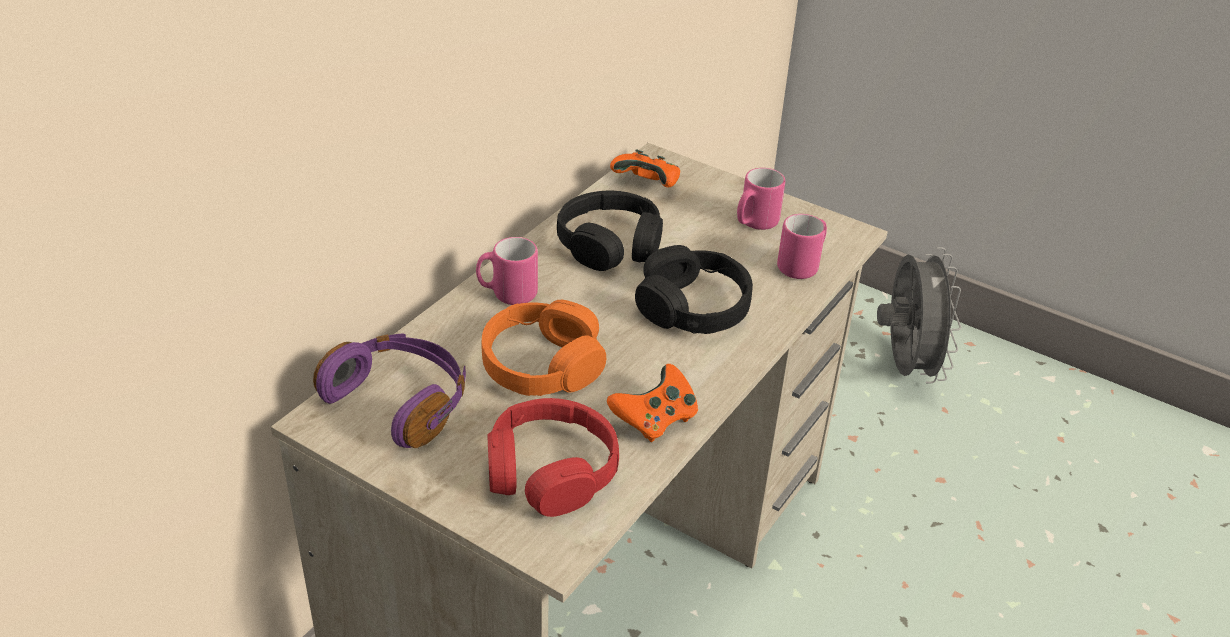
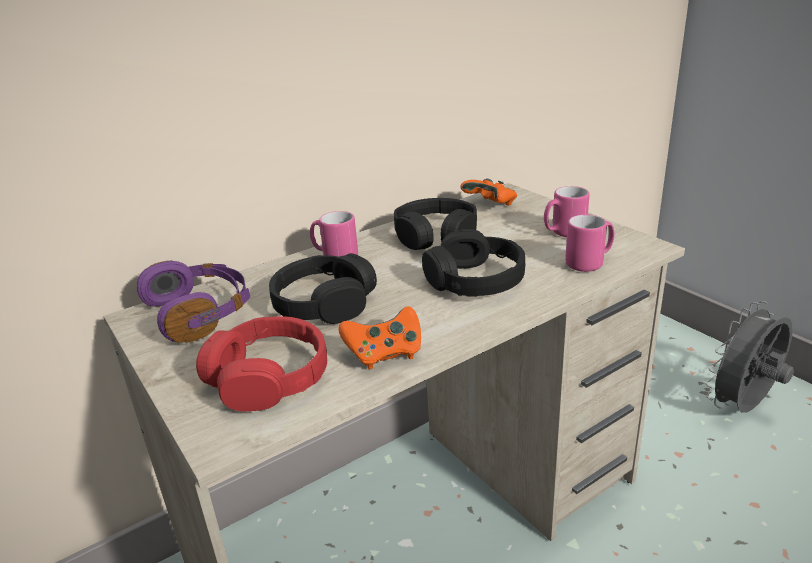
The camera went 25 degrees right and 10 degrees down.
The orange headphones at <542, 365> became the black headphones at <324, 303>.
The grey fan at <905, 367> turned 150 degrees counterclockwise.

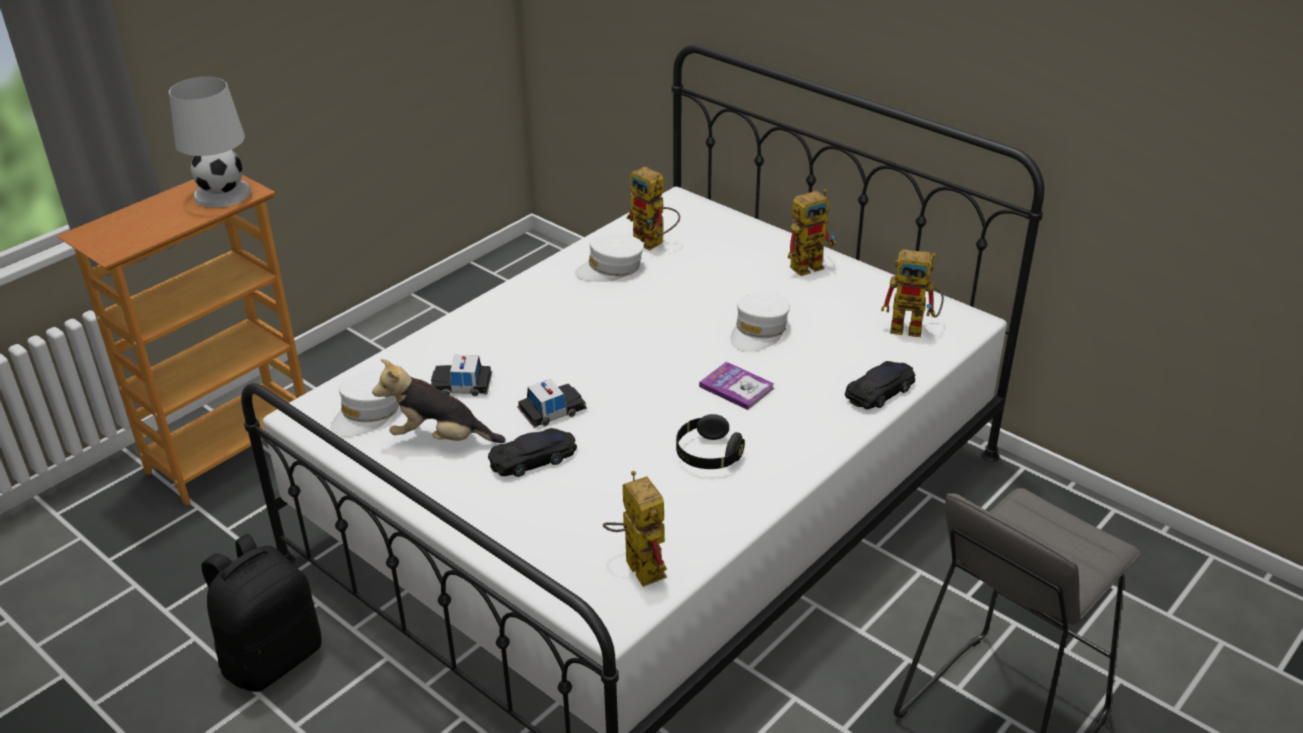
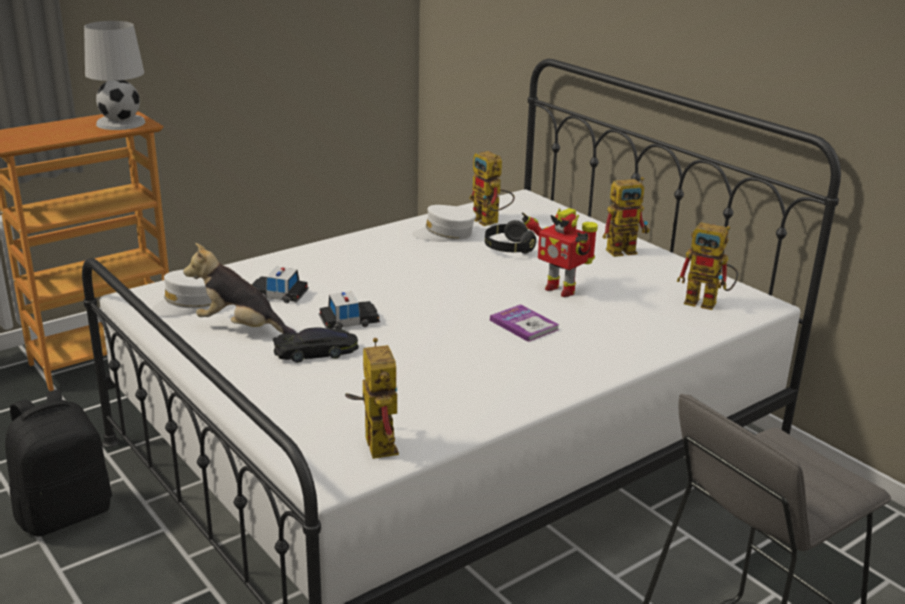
The camera went 10 degrees right and 10 degrees down.
The black headphones moved from <708, 455> to <508, 248>.
The white cap at <759, 331> was replaced by the toy robot at <560, 289>.
The black toy car at <880, 390> disappeared.

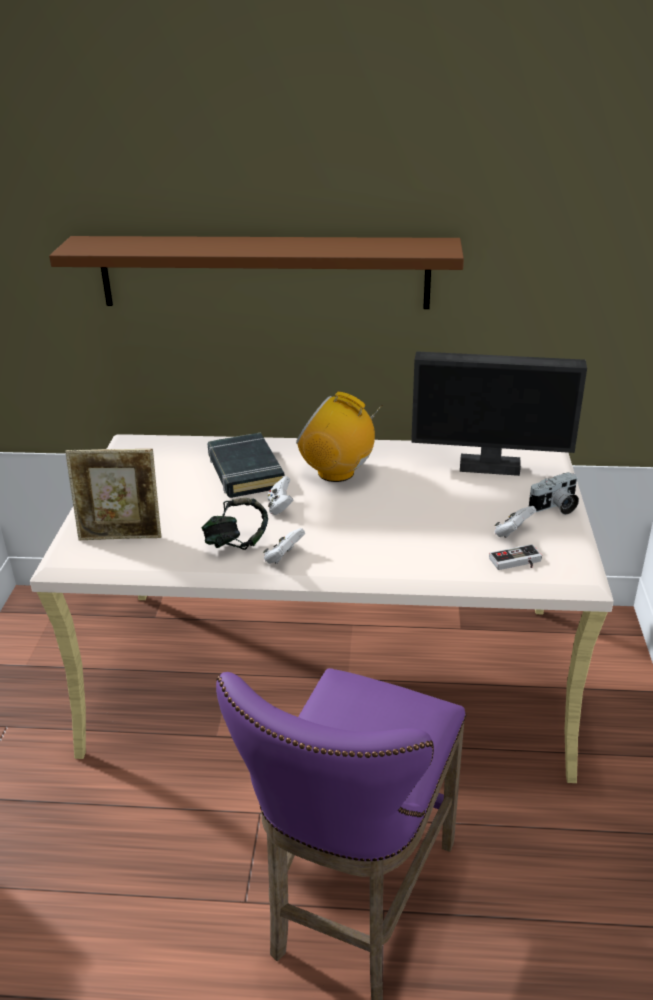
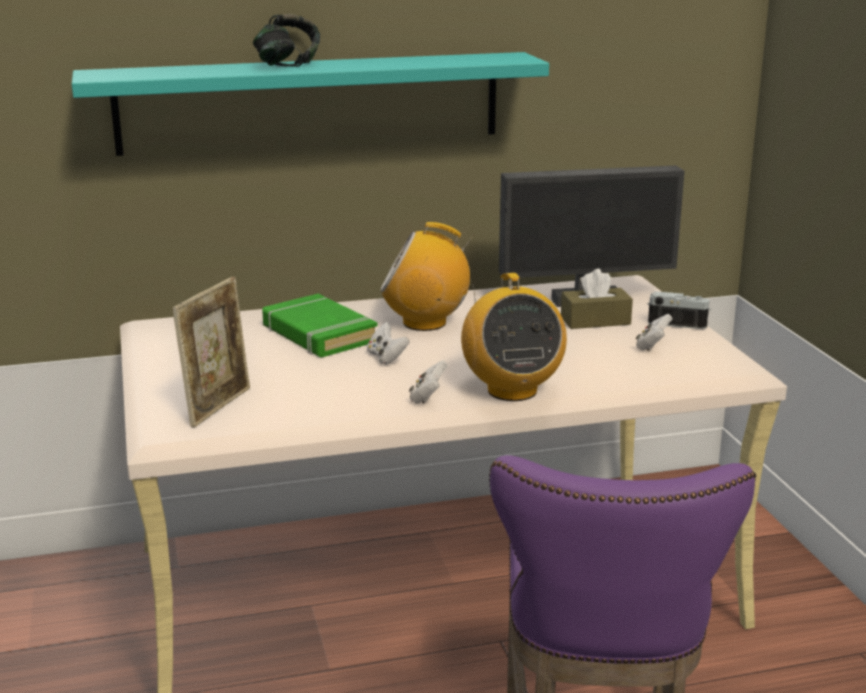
The camera went 20 degrees left and 10 degrees down.
The brown shelf at <264, 272> became the turquoise shelf at <310, 102>.
The picture frame at <121, 536> turned 45 degrees counterclockwise.
The headphones moved from <236, 543> to <287, 65>.
The black book at <245, 471> became the green book at <318, 334>.
The radio at <511, 390> appeared.
The brown tissue box at <595, 321> appeared.
The photo camera at <555, 507> turned 120 degrees counterclockwise.
The game controller at <517, 563> disappeared.

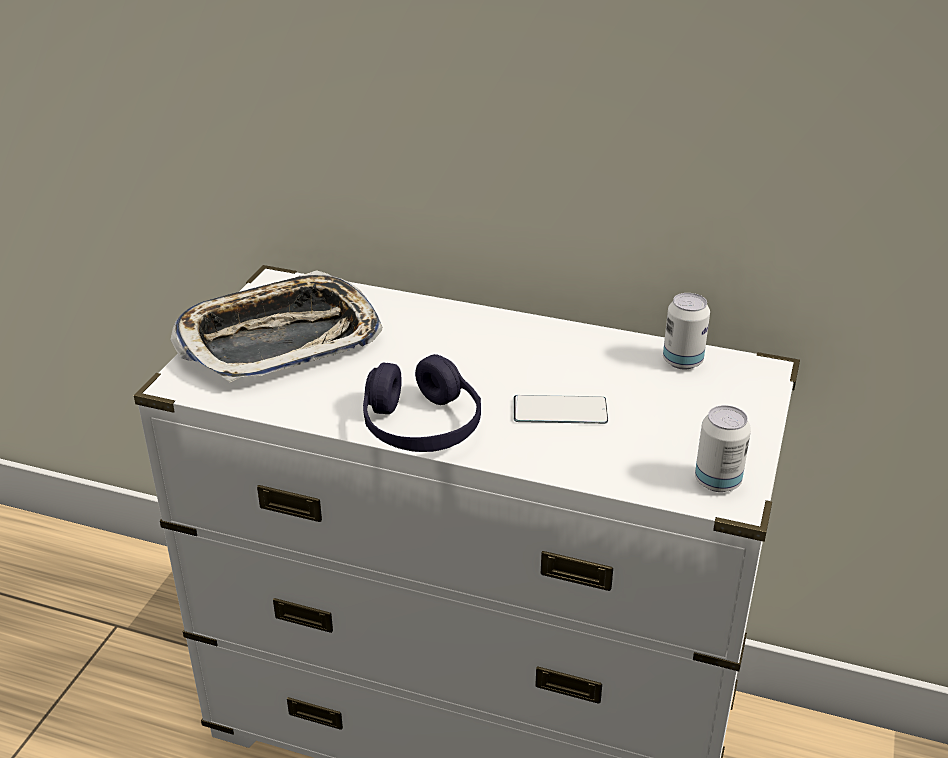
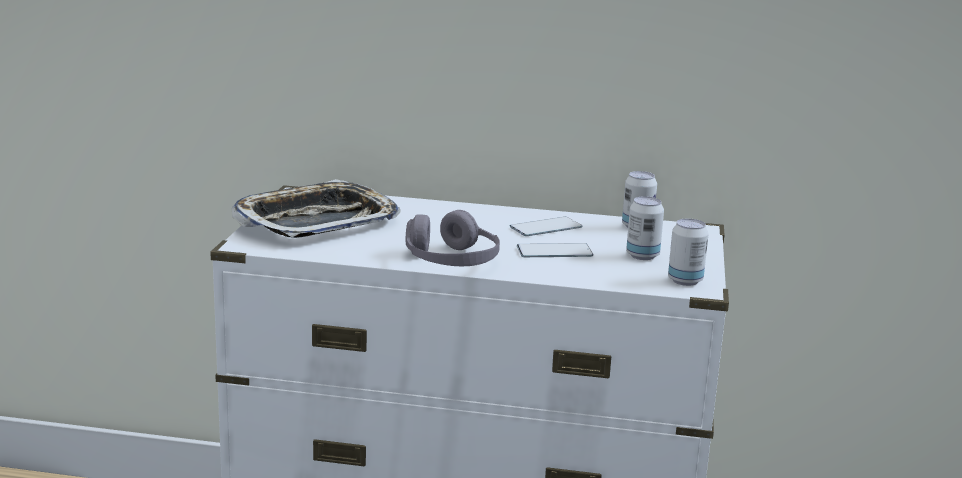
The camera went 10 degrees left and 15 degrees down.
The purple headphones at <421, 426> became the grey headphones at <451, 261>.
The phone at <546, 227> appeared.
The can at <642, 256> appeared.

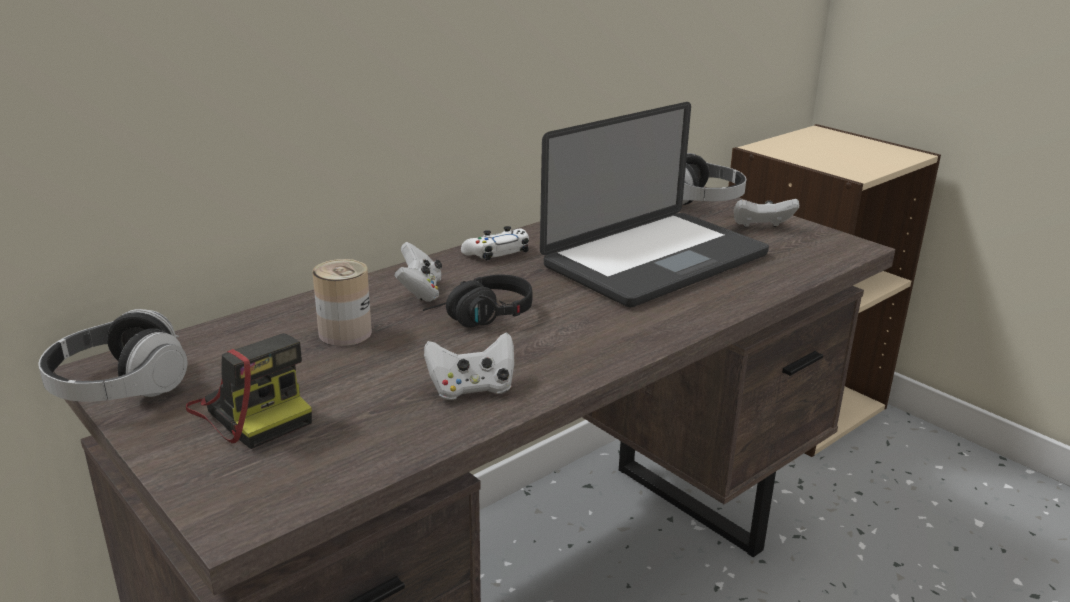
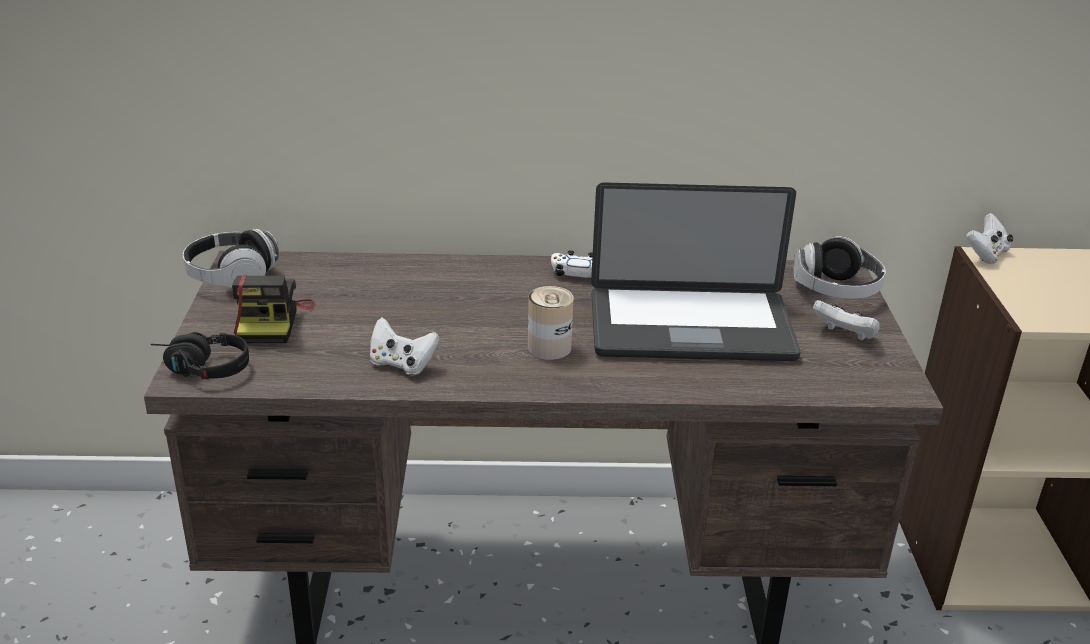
The camera went 40 degrees right and 5 degrees up.
The black headphones moved from <480, 318> to <199, 369>.
The can moved from <345, 333> to <549, 347>.
The white game controller moved from <420, 292> to <986, 255>.

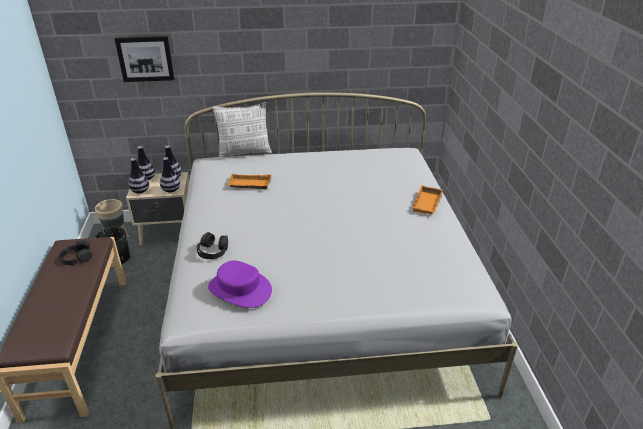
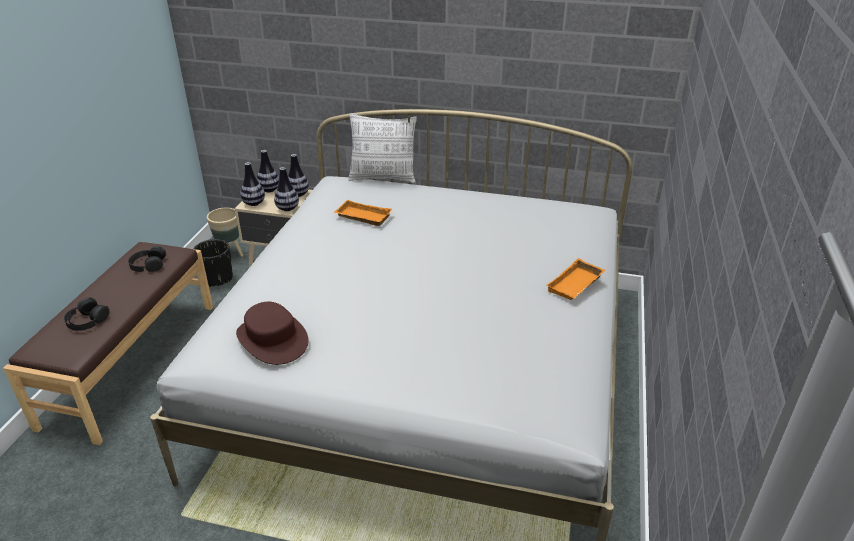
The camera went 20 degrees right and 0 degrees up.
The black headphones moved from <213, 251> to <87, 320>.
The purple hat at <239, 289> became the brown hat at <272, 339>.
The picture at <145, 58> disappeared.

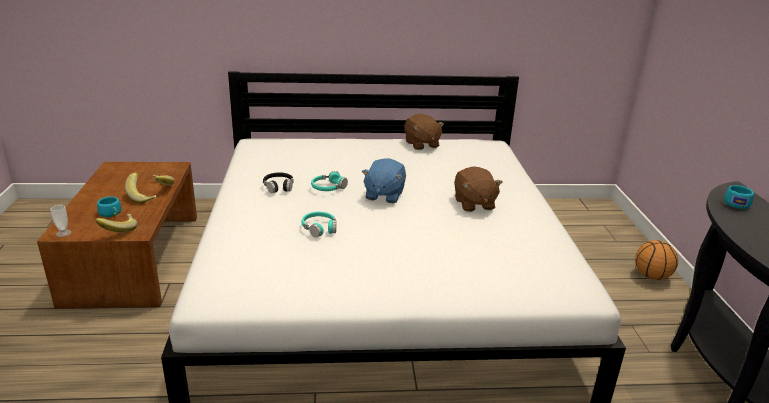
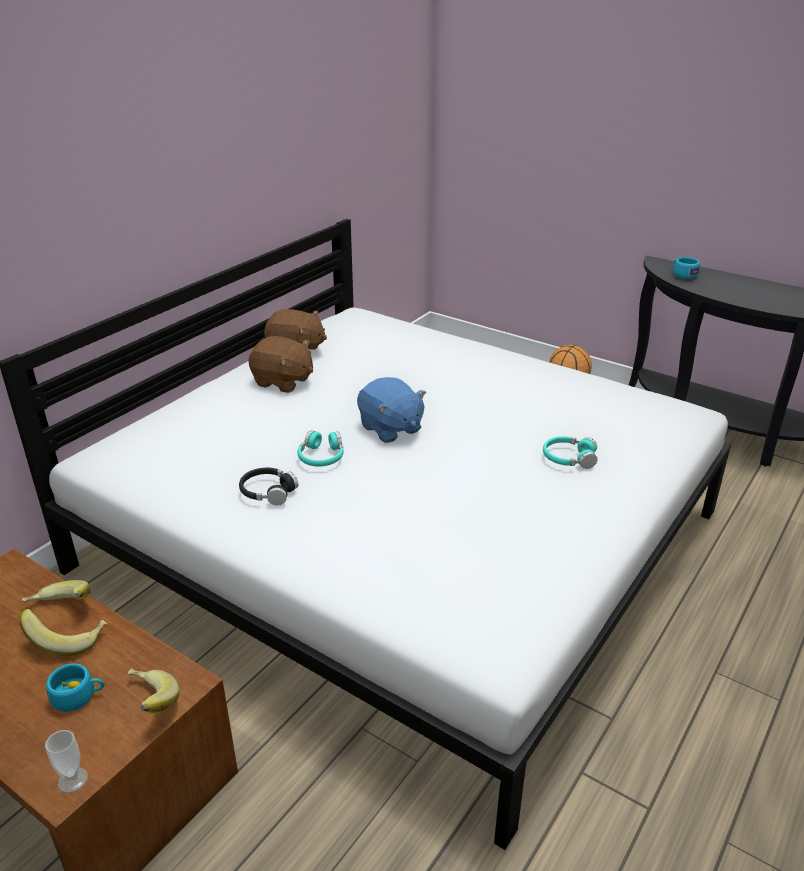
The camera went 50 degrees left and 5 degrees up.
The brown plush toy moved from <474, 204> to <283, 382>.
The turquoise headphones moved from <319, 228> to <568, 458>.

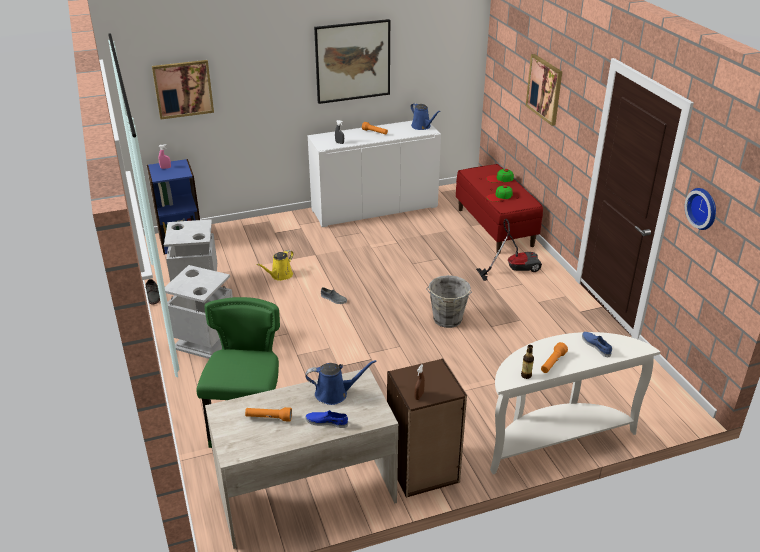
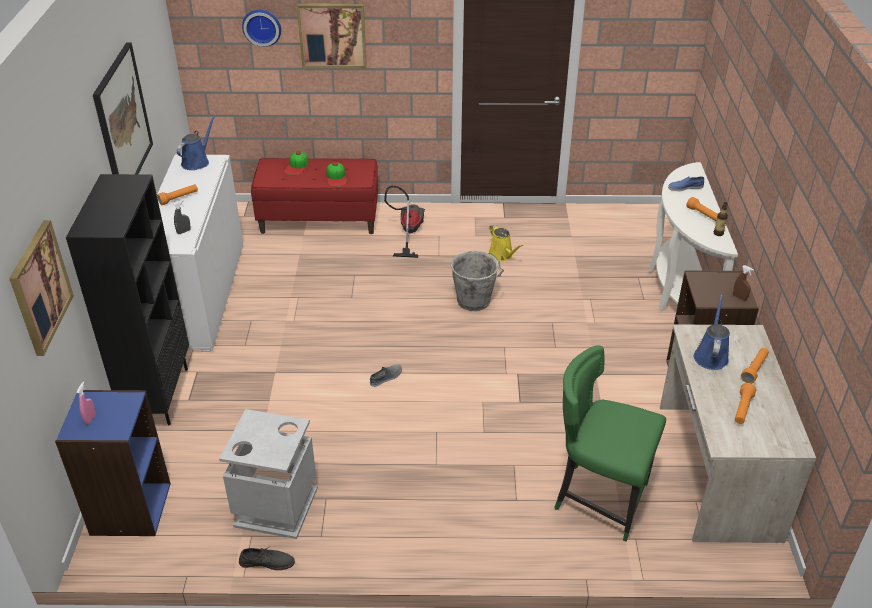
The camera went 70 degrees left and 5 degrees up.
The black bookcase at <158, 395> appeared.
The blue watering can at <422, 126> turned 45 degrees counterclockwise.
The wall clock moved from <703, 208> to <262, 26>.
The yellow watering can moved from <280, 276> to <502, 255>.
The blue shoe at <327, 422> was replaced by the orange flashlight at <754, 369>.
The grey trash can at <205, 340> disappeared.

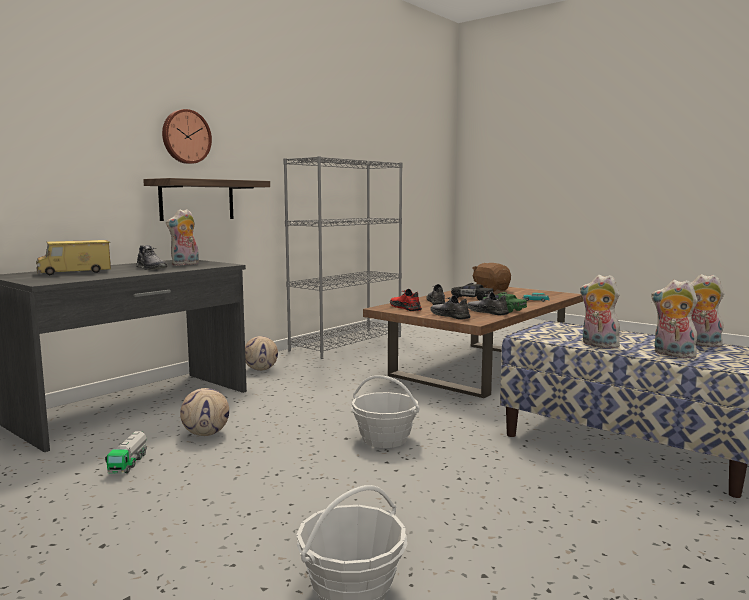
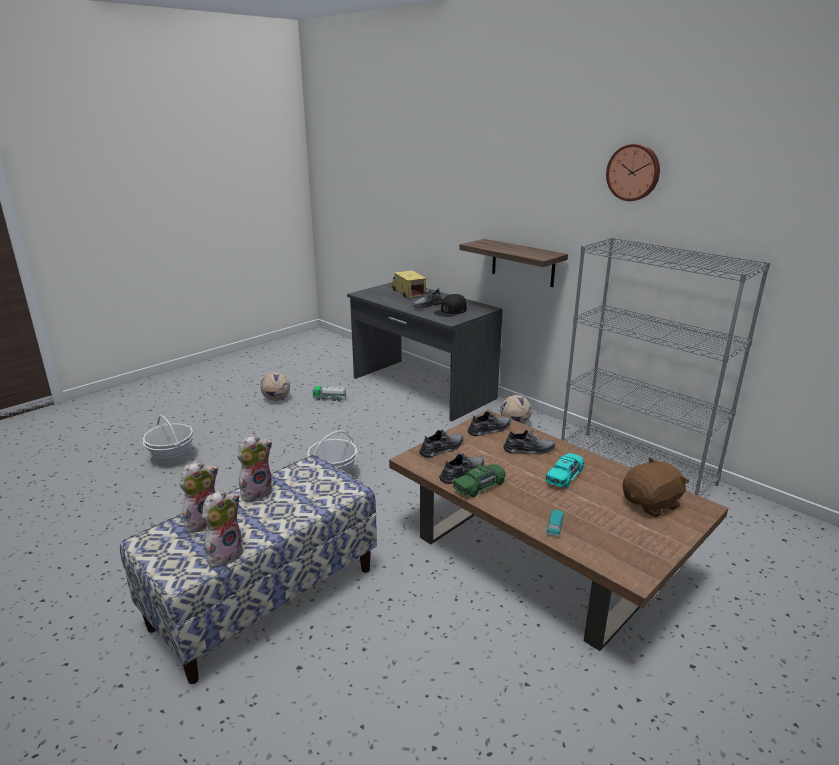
The camera went 95 degrees right and 15 degrees up.
The football moved from <206, 434> to <276, 399>.
The plush toy at <185, 264> was replaced by the black cap at <451, 311>.
The red shoe at <405, 308> became the grey shoe at <489, 429>.
The black toy car at <471, 298> became the turquoise toy car at <564, 476>.
The wall clock moved from <185, 137> to <634, 172>.

